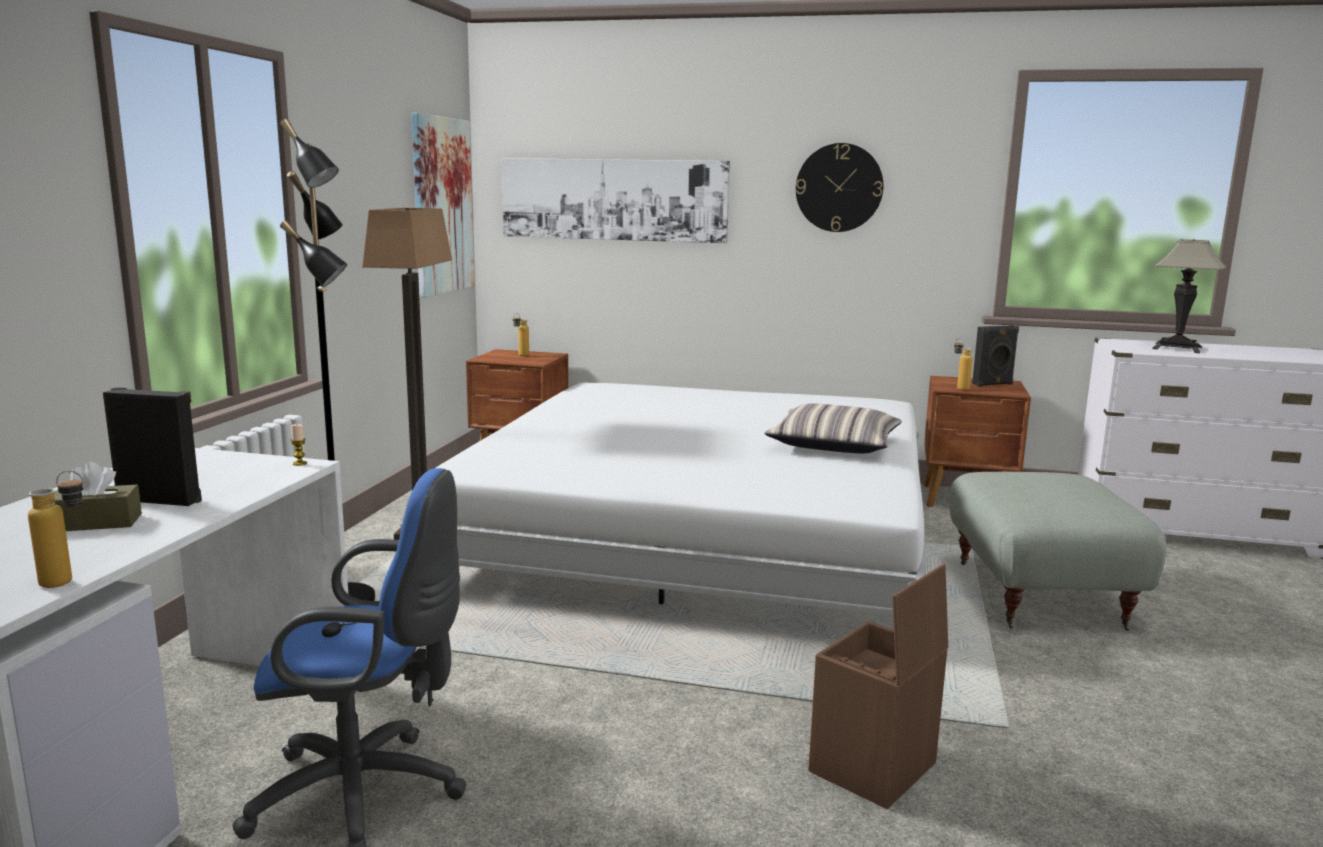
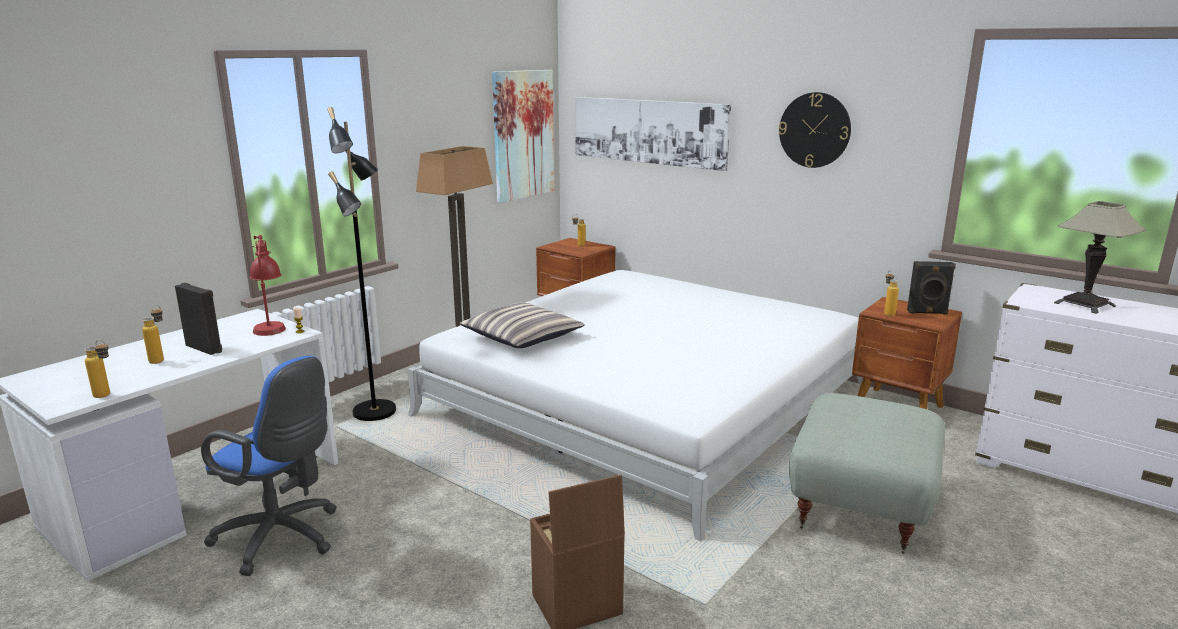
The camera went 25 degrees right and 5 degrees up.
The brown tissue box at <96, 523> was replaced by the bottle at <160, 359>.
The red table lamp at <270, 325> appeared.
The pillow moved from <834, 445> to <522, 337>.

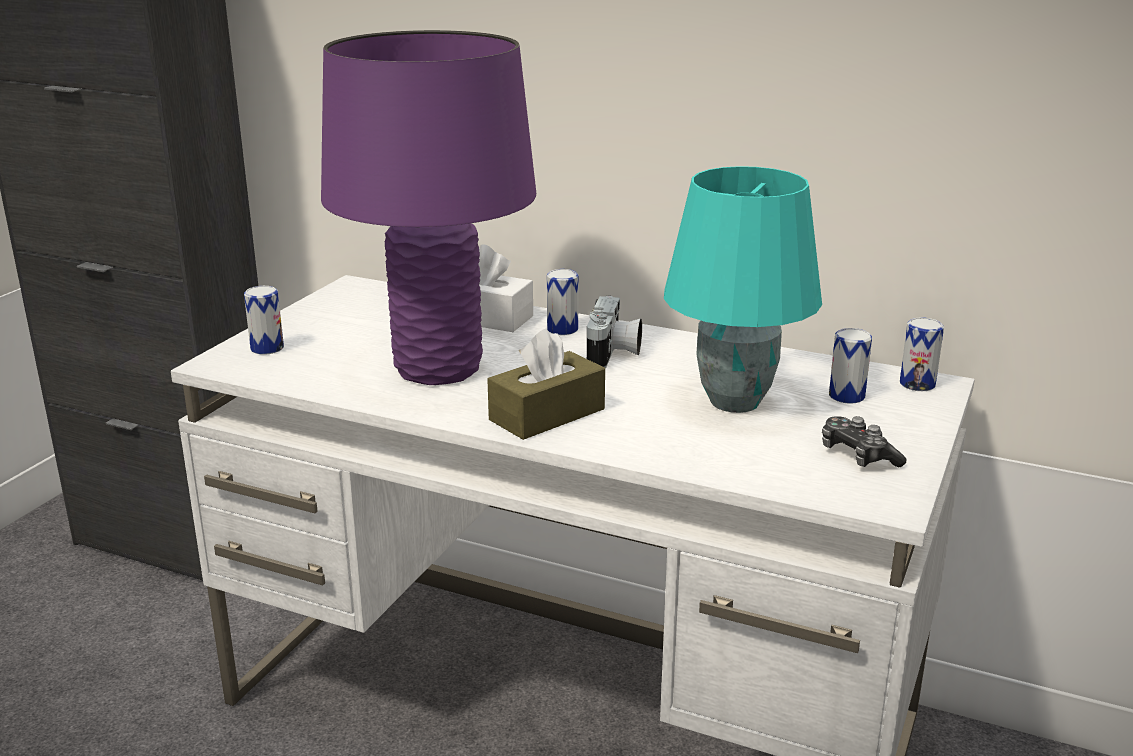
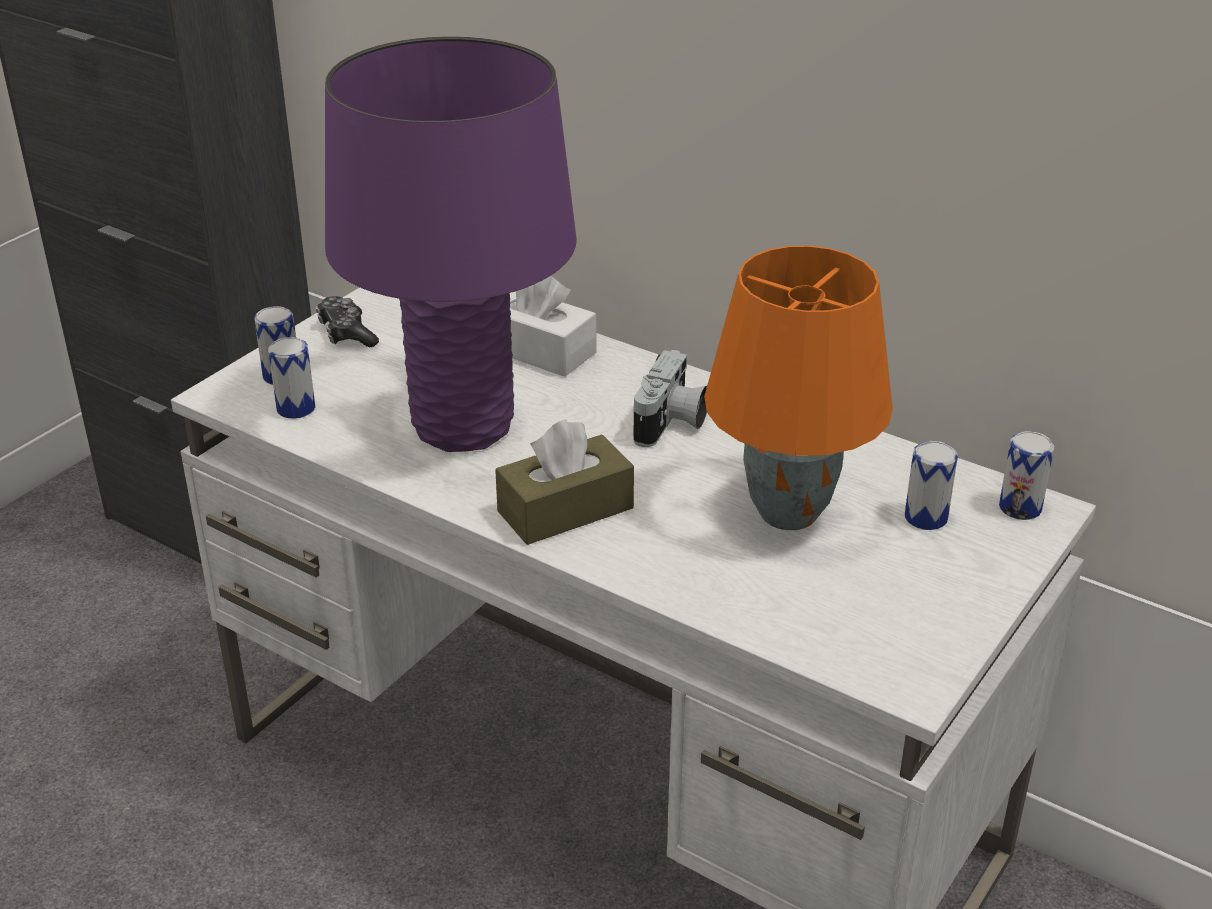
The camera went 10 degrees right and 10 degrees up.
The can moved from <562, 329> to <296, 408>.
The game controller moved from <858, 455> to <347, 333>.
The turquoise table lamp at <734, 403> became the orange table lamp at <787, 514>.

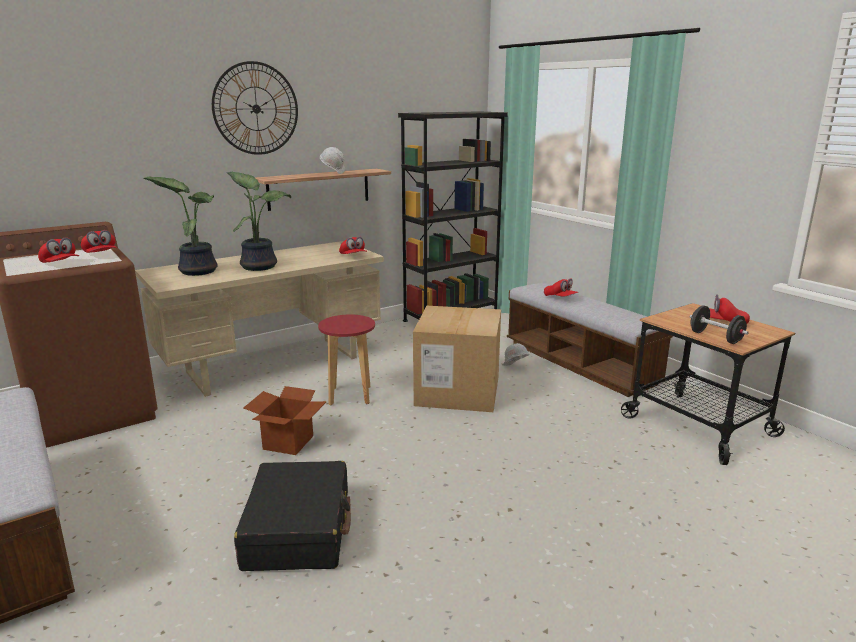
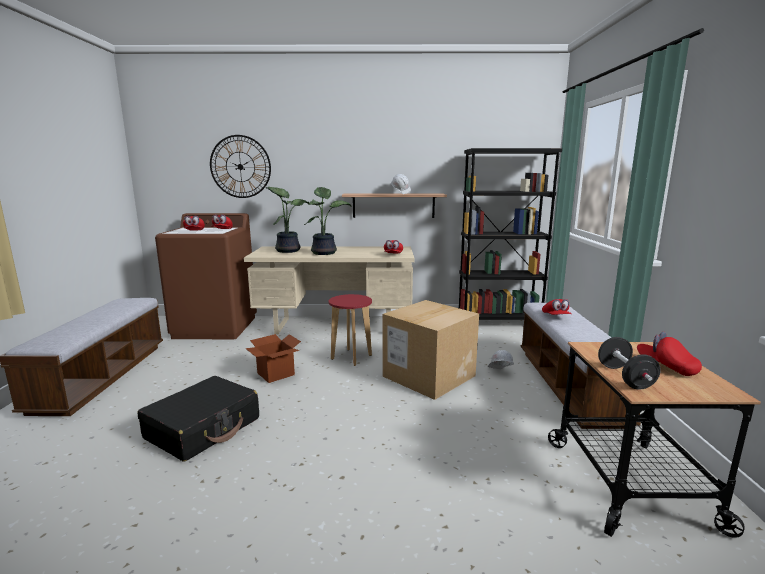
The camera went 35 degrees right and 5 degrees down.
The wall clock moved from <256, 109> to <240, 166>.

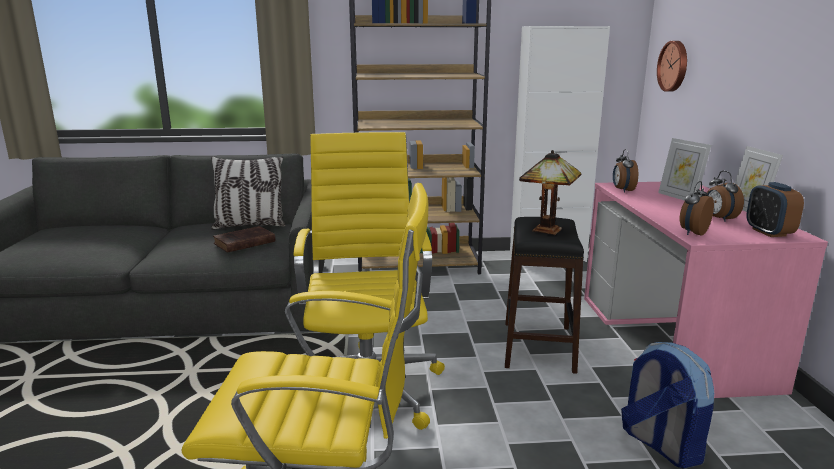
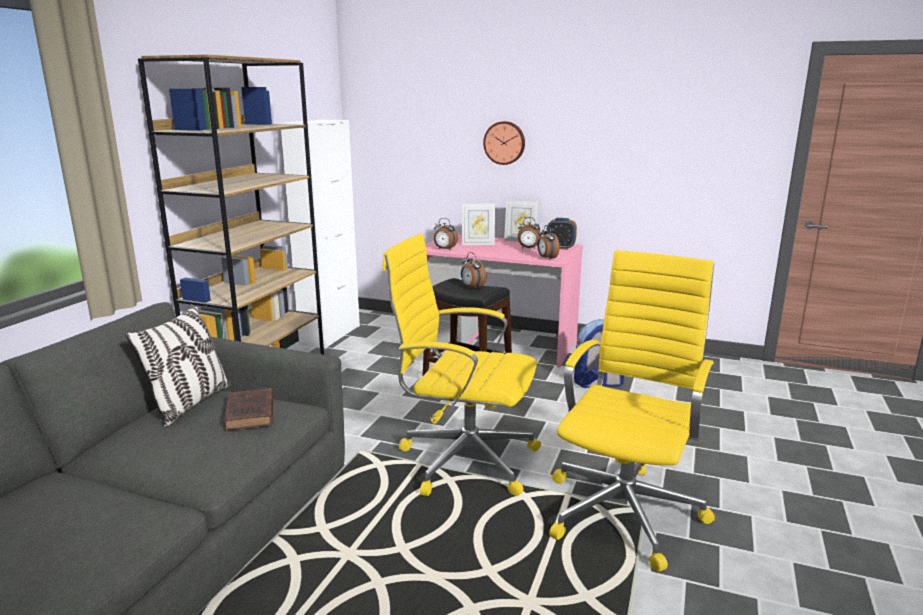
The camera went 65 degrees left and 0 degrees up.
The table lamp at <547, 231> was replaced by the alarm clock at <472, 287>.
The wall clock moved from <674, 66> to <504, 143>.

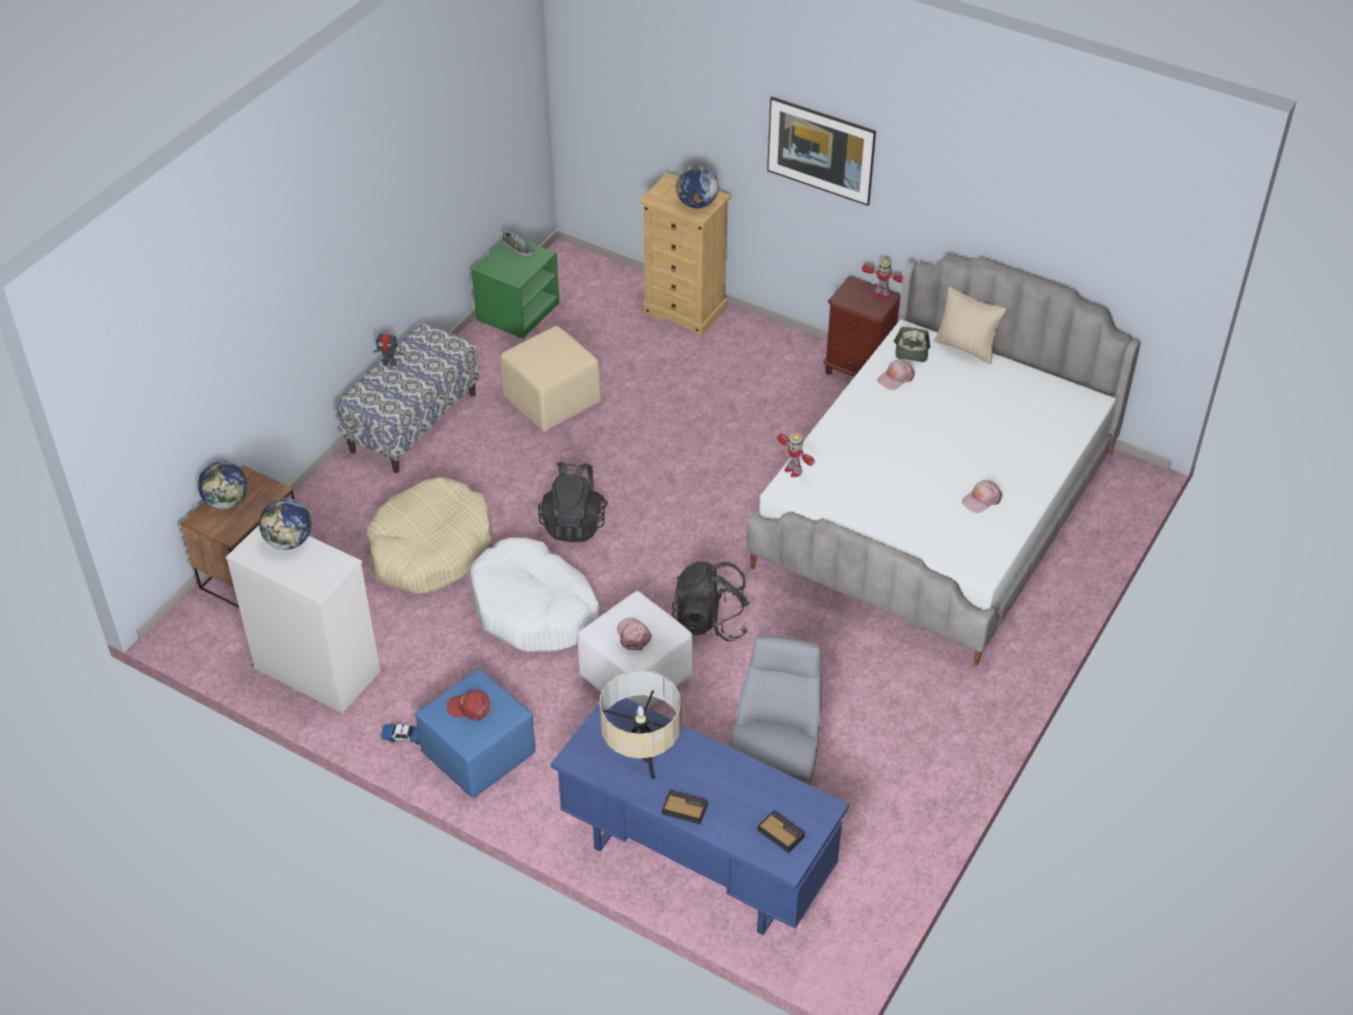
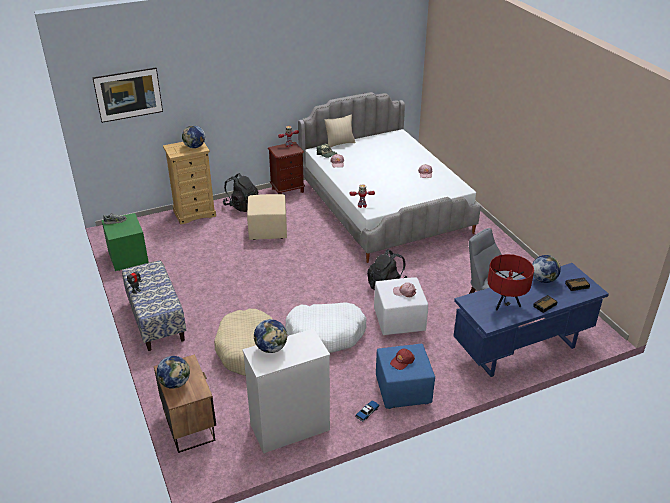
The camera went 55 degrees left and 10 degrees down.
The picture moved from <819, 168> to <130, 105>.
The black backpack moved from <574, 523> to <241, 206>.
The beige ottoman moved from <552, 401> to <267, 230>.
The beige table lamp at <641, 758> became the red table lamp at <505, 305>.
The globe at <543, 279> appeared.

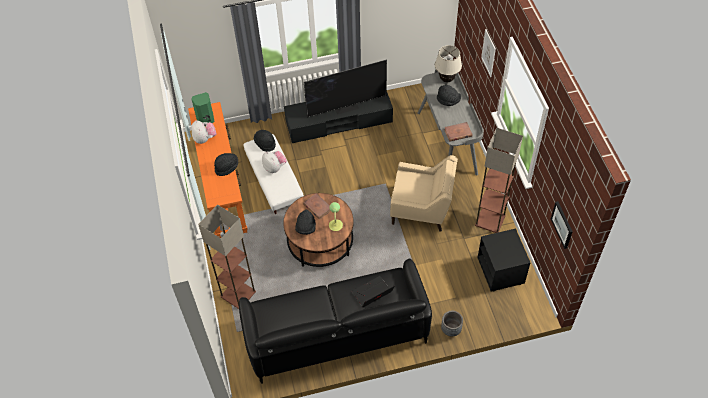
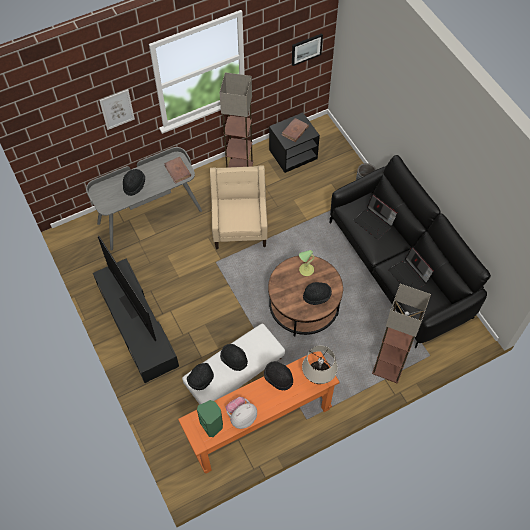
The camera went 105 degrees left and 5 degrees up.
The plush toy at <275, 167> was replaced by the black hat at <234, 359>.
The brown book moved from <317, 207> to <295, 131>.
The beige table lamp moved from <446, 79> to <318, 377>.
The laptop at <409, 276> appeared.

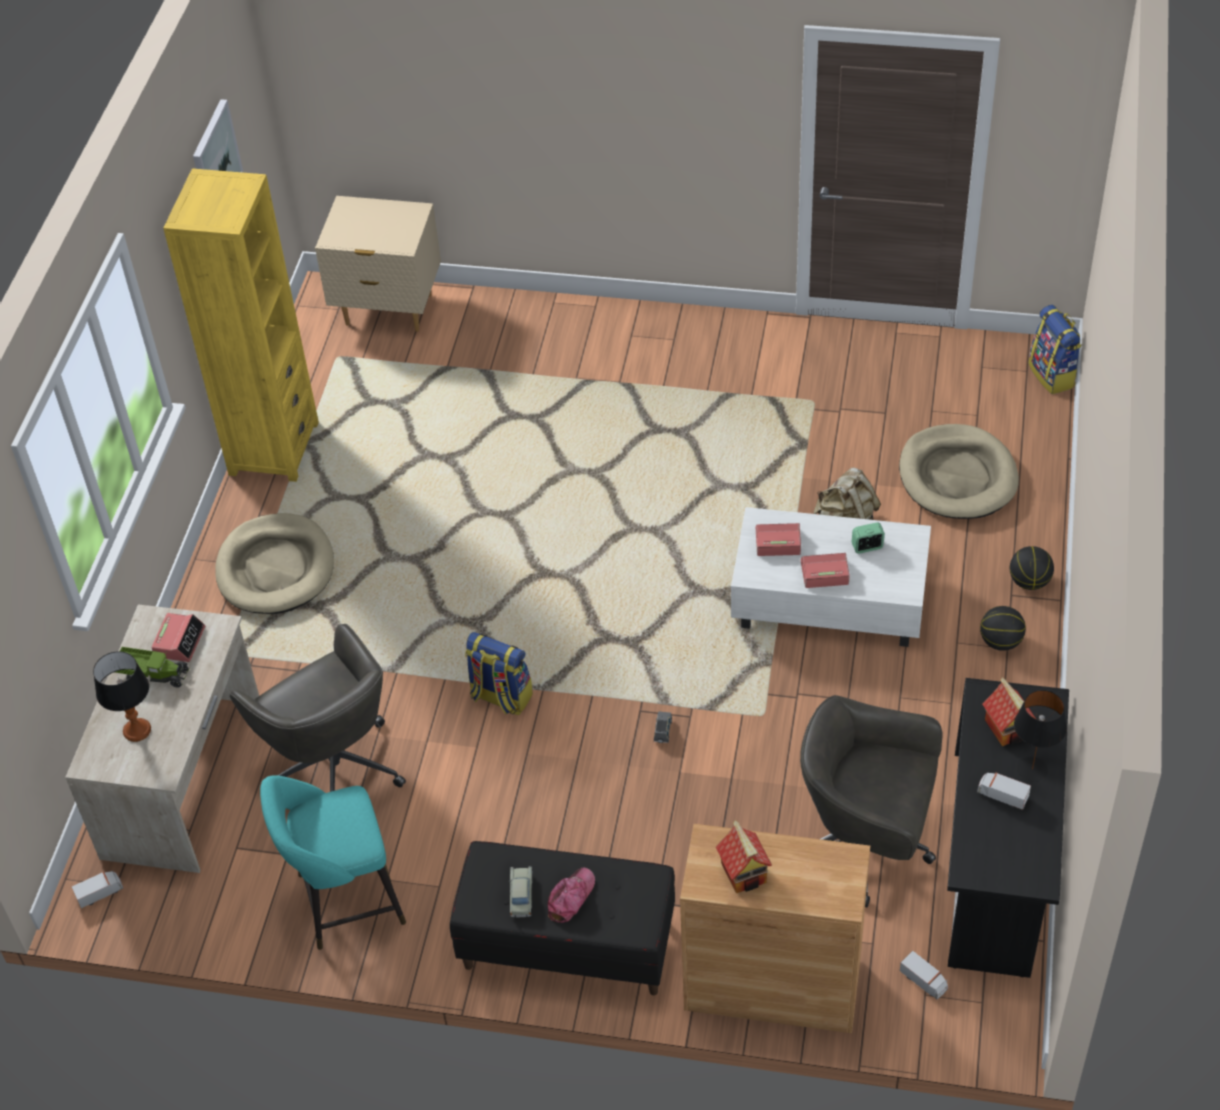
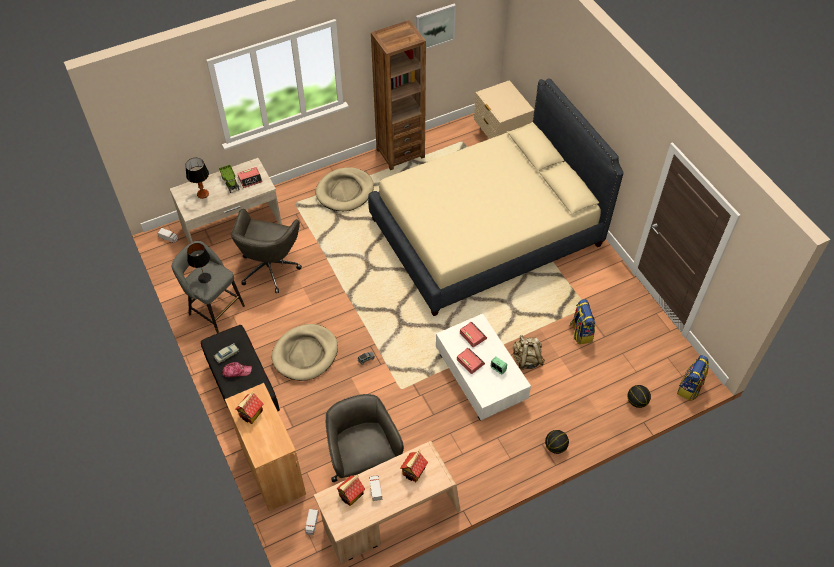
The camera went 50 degrees right and 5 degrees up.
The turquoise stool at <344, 901> became the grey stool at <214, 308>.
The black table lamp moved from <1032, 769> to <204, 278>.
The beige dog bed moved from <957, 476> to <305, 354>.
The black desk at <996, 863> became the beige desk at <390, 518>.
The toy house at <351, 495> appeared.
The beige bed at <486, 232> appeared.
The yellow bookcase at <273, 449> became the brown bookcase at <400, 153>.
The backpack moved from <500, 697> to <580, 332>.
The basketball moved from <1000, 642> to <636, 401>.

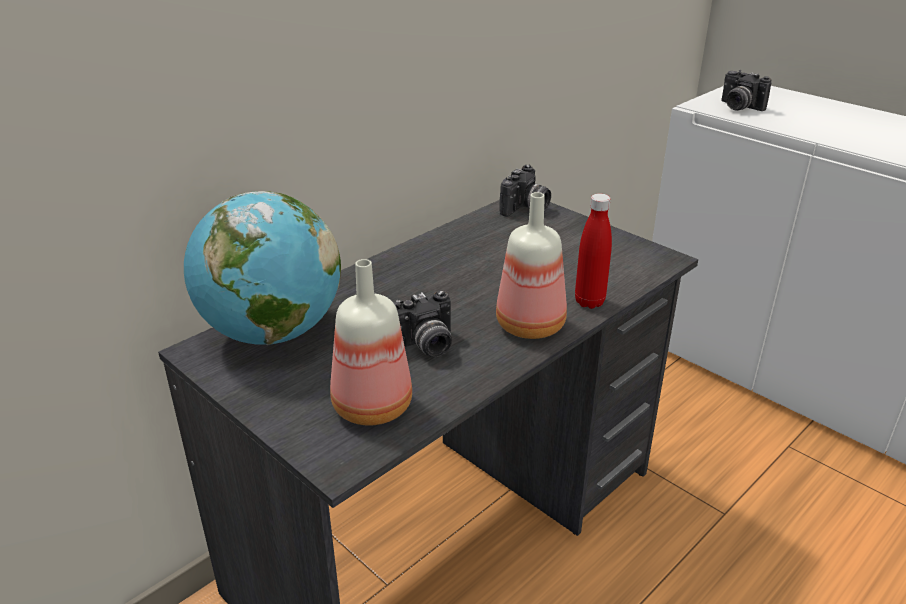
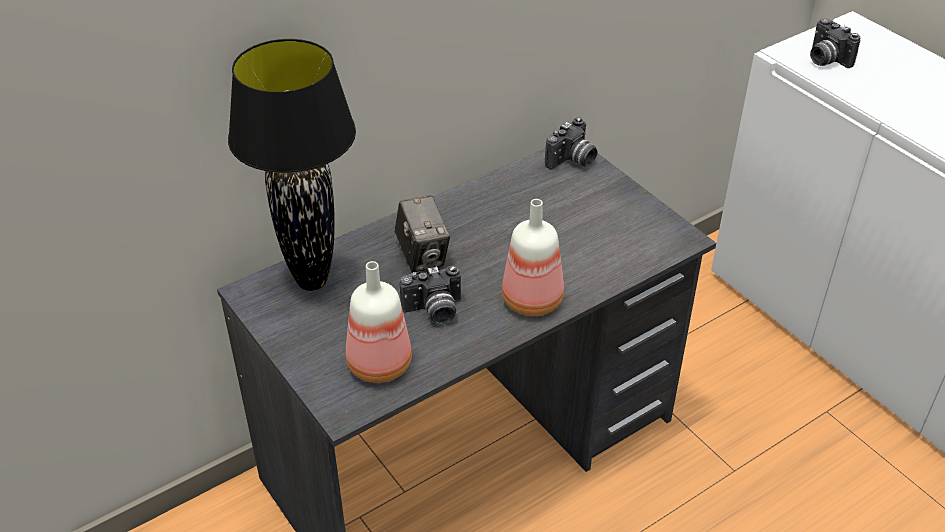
The camera went 10 degrees right and 10 degrees up.
The globe at <272, 333> was replaced by the black table lamp at <311, 281>.
The photo camera at <422, 256> appeared.
The red bottle at <589, 302> disappeared.

